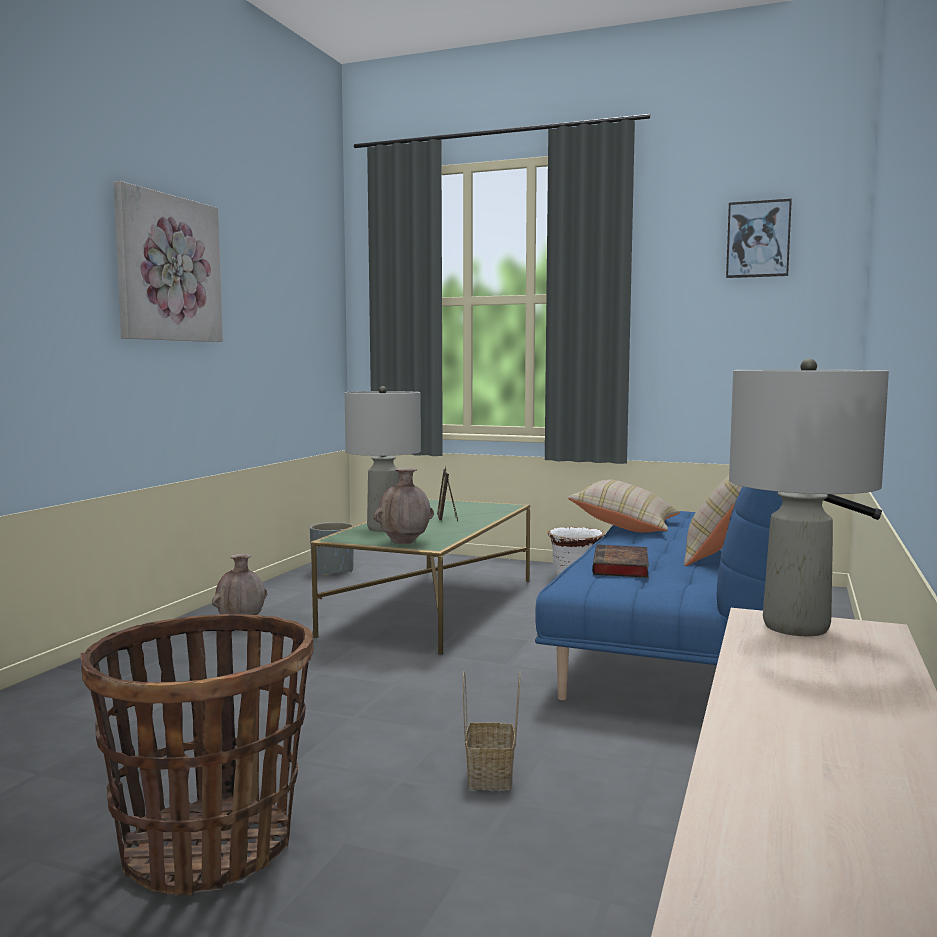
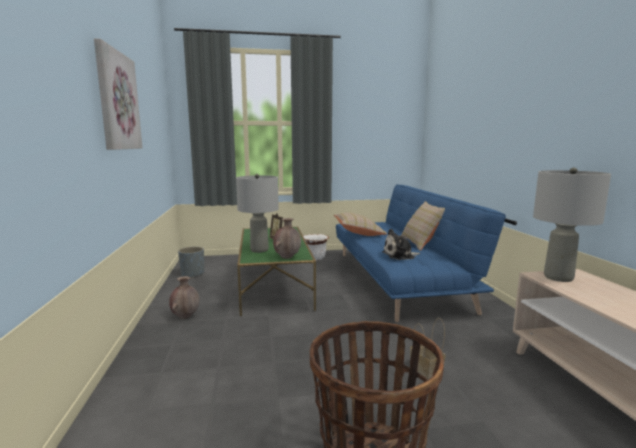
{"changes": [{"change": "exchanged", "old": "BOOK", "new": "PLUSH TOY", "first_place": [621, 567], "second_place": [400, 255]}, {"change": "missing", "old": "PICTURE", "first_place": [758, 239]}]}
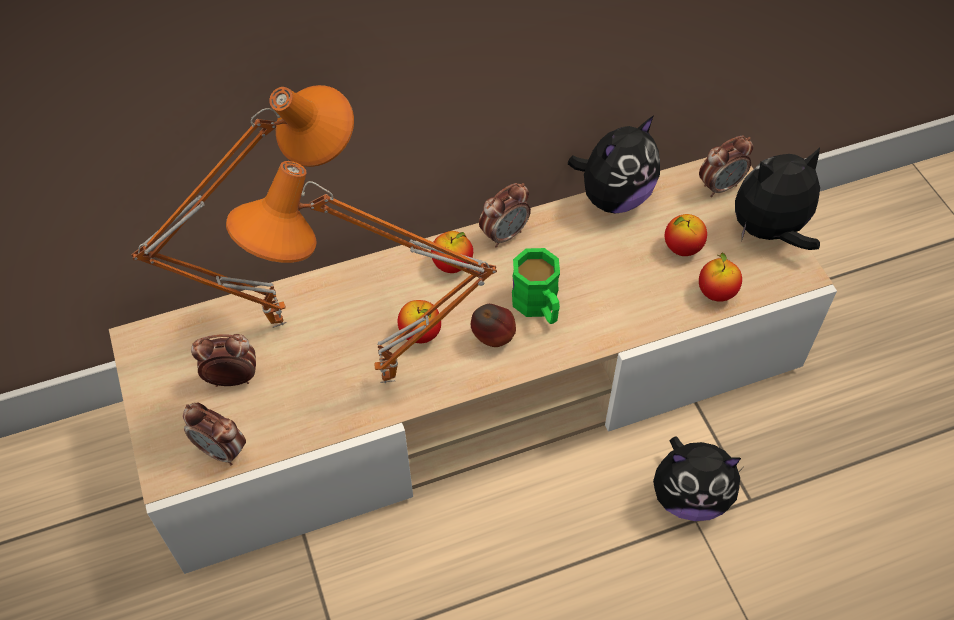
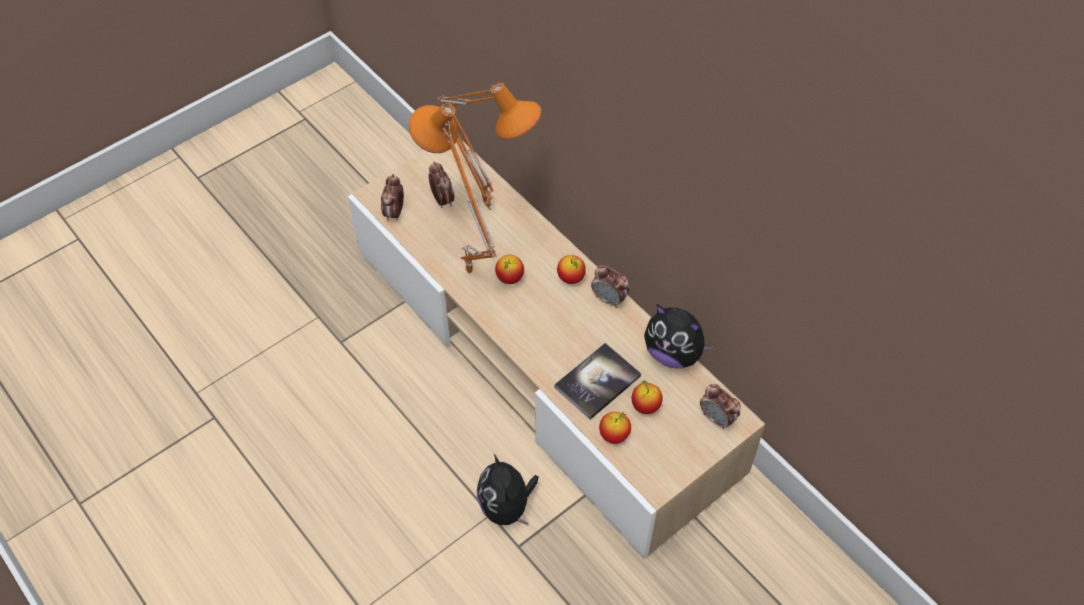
{"changes": [{"change": "appeared", "new": "BOOK", "second_place": [597, 382]}, {"change": "missing", "old": "APPLE", "first_place": [493, 339]}, {"change": "missing", "old": "GREEN MUG", "first_place": [539, 306]}, {"change": "missing", "old": "PLUSH TOY", "first_place": [769, 232]}]}
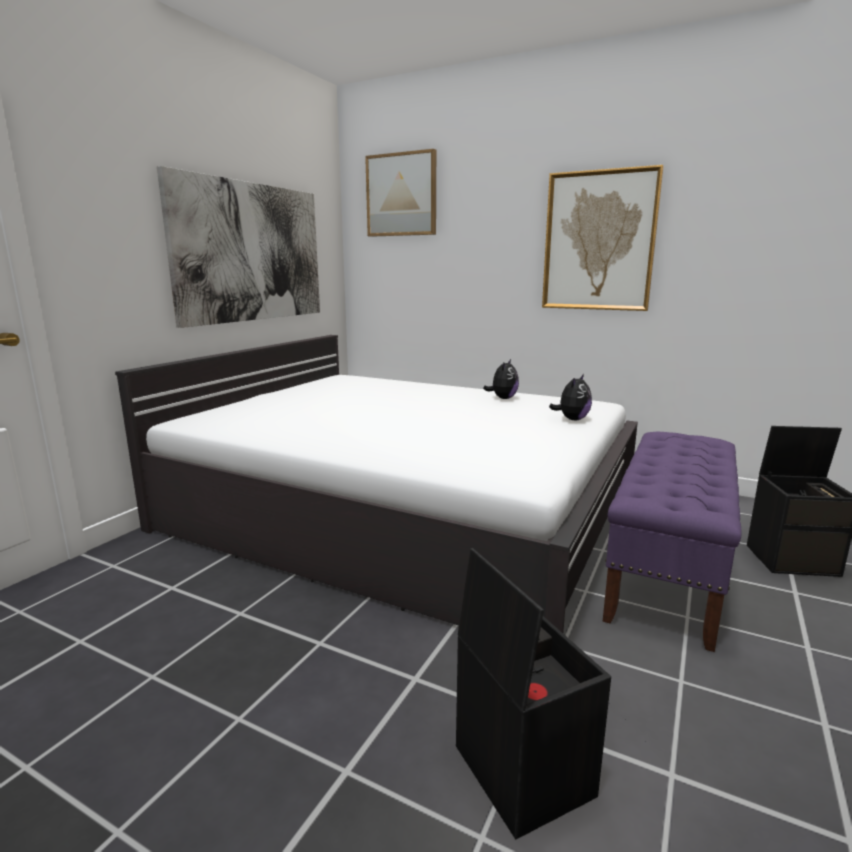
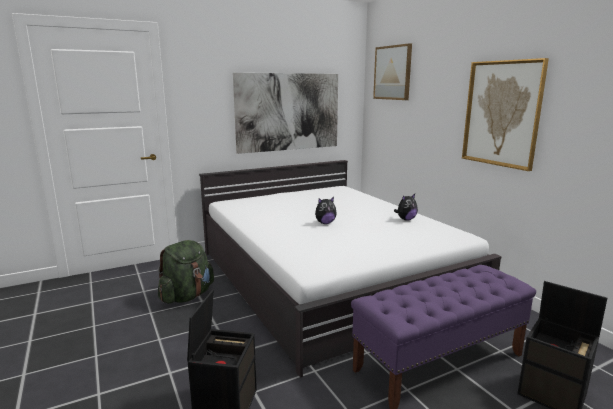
{"changes": [{"change": "appeared", "new": "GREEN BACKPACK", "second_place": [187, 296]}, {"change": "relocated", "old": "PLUSH TOY", "first_place": [572, 419], "second_place": [325, 223]}]}
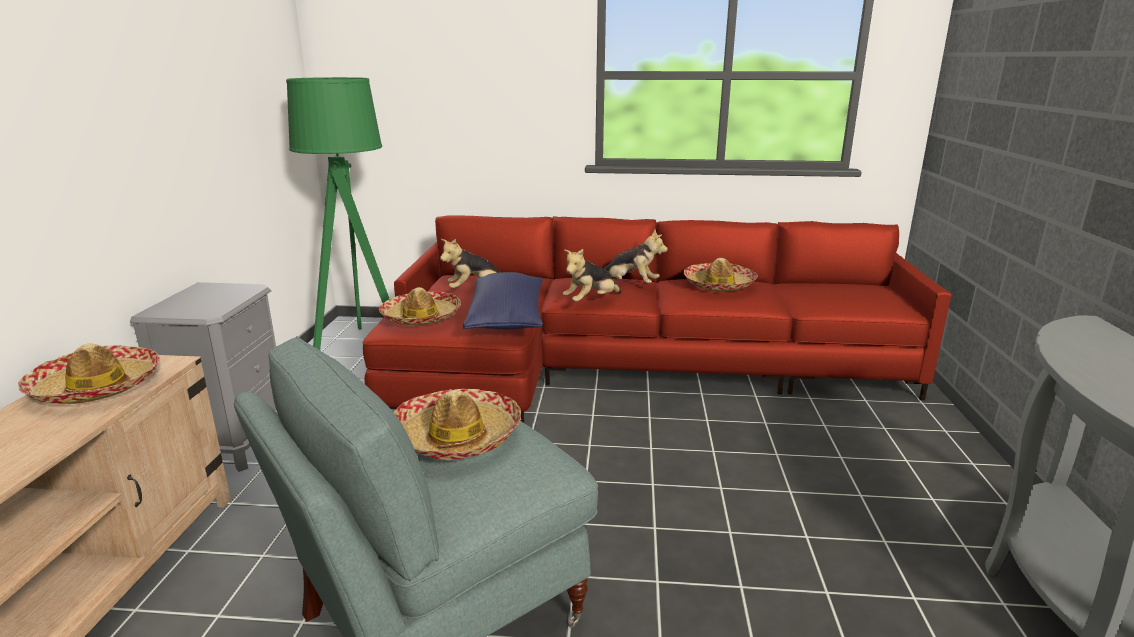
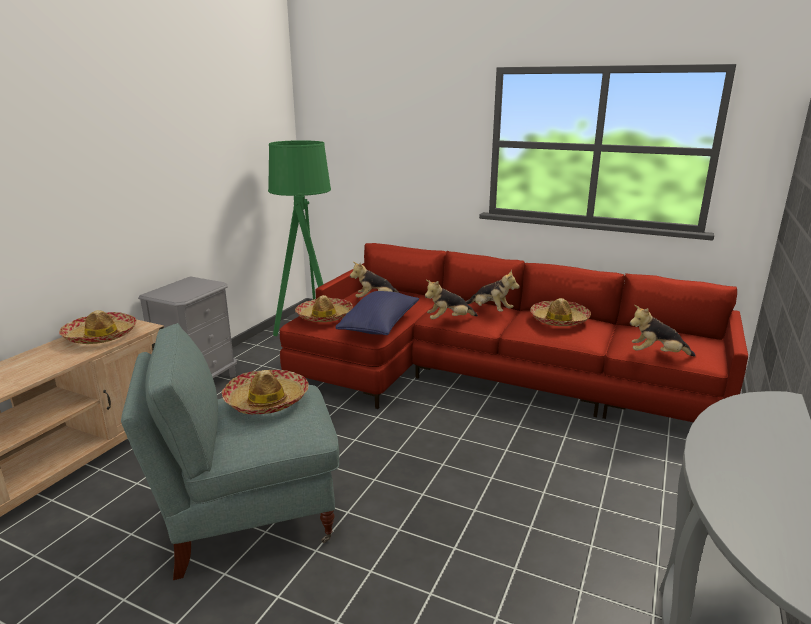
{"changes": [{"change": "appeared", "new": "PLUSH TOY", "second_place": [656, 355]}]}
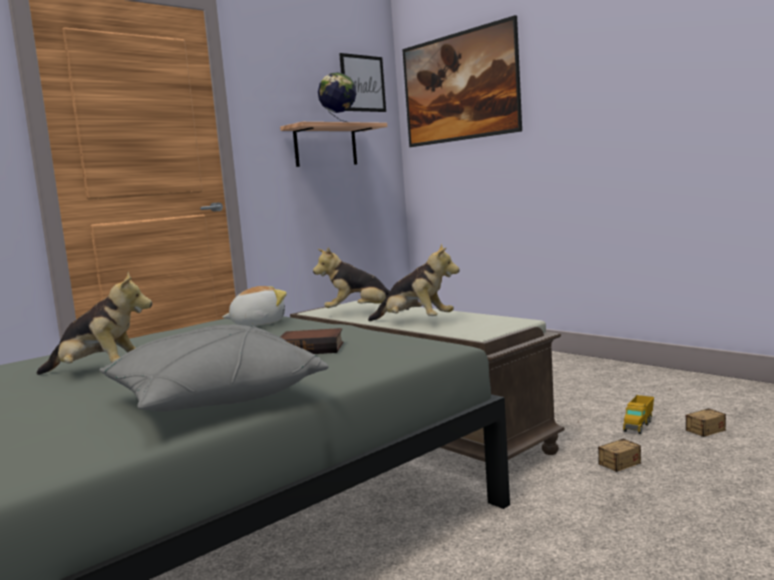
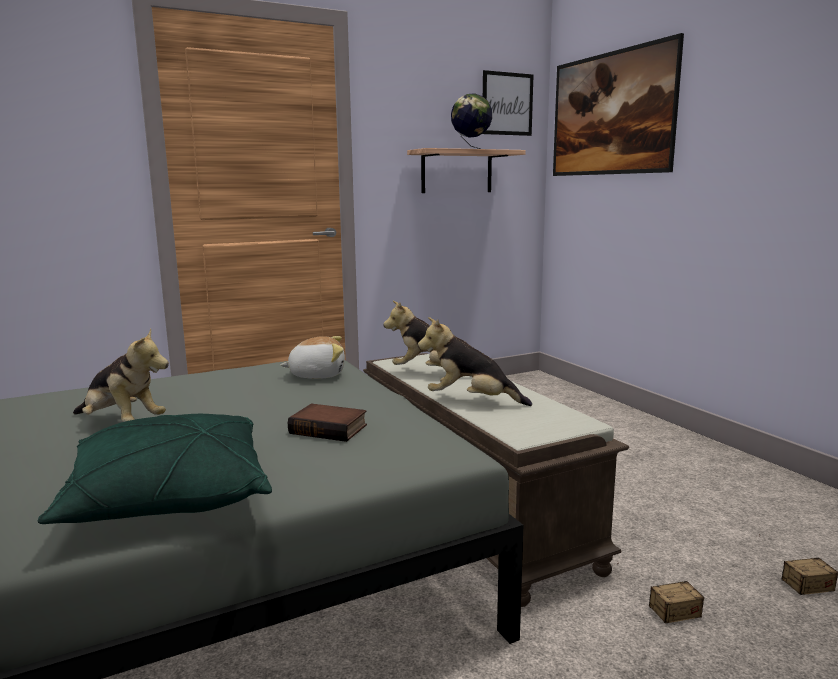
{"changes": [{"change": "colour", "old": "GREY PILLOW", "new": "GREEN PILLOW", "first_place": [212, 401], "second_place": [169, 497]}, {"change": "spun", "old": "PLUSH TOY", "first_place": [415, 322], "second_place": [471, 401], "degrees": 150}, {"change": "missing", "old": "TOY TRUCK", "first_place": [638, 425]}]}
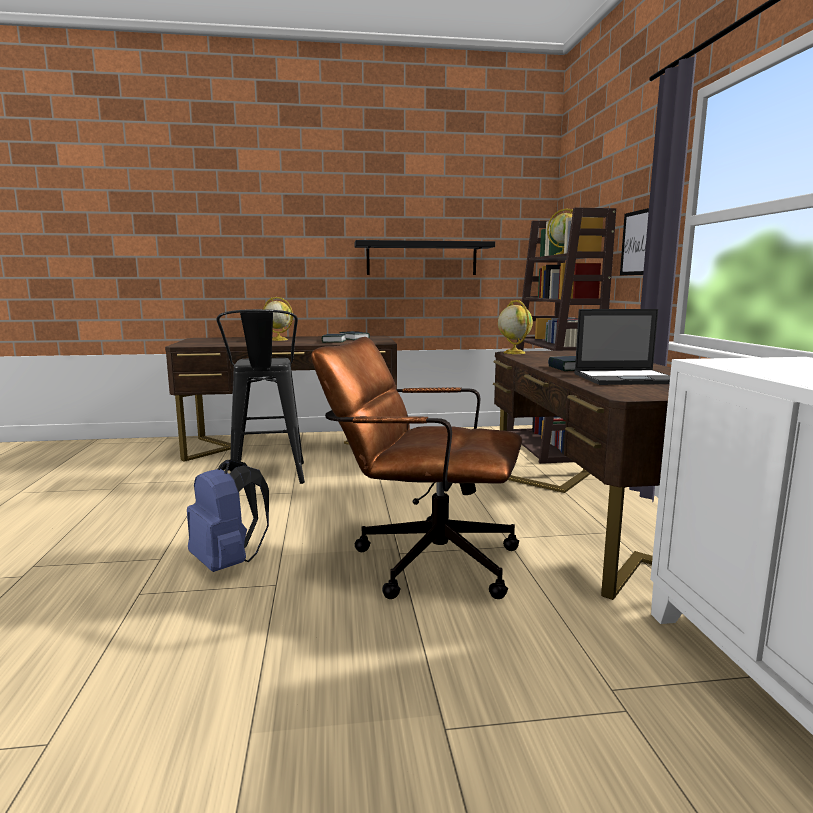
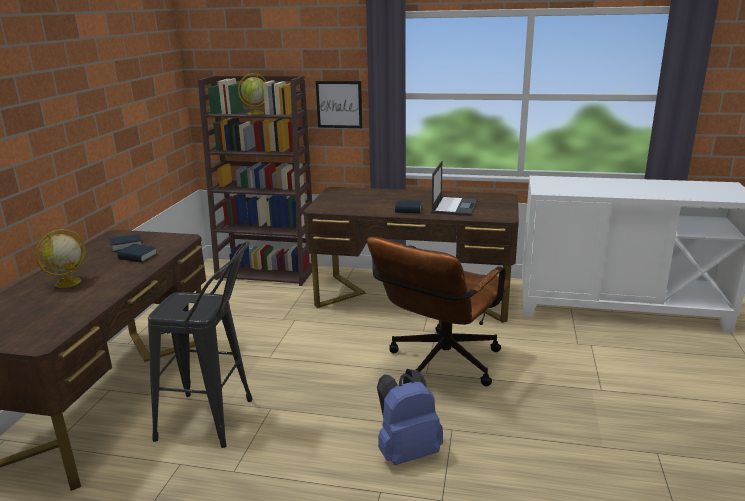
{"changes": [{"change": "missing", "old": "BLACK SHELF", "first_place": [421, 258]}, {"change": "missing", "old": "GLOBE", "first_place": [513, 353]}]}
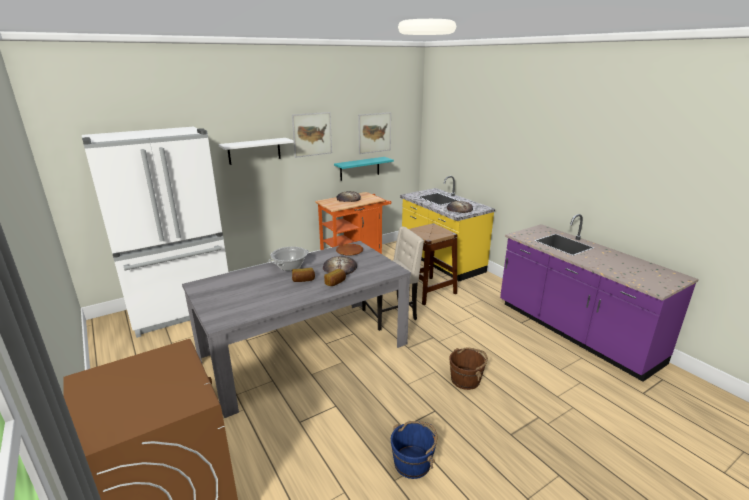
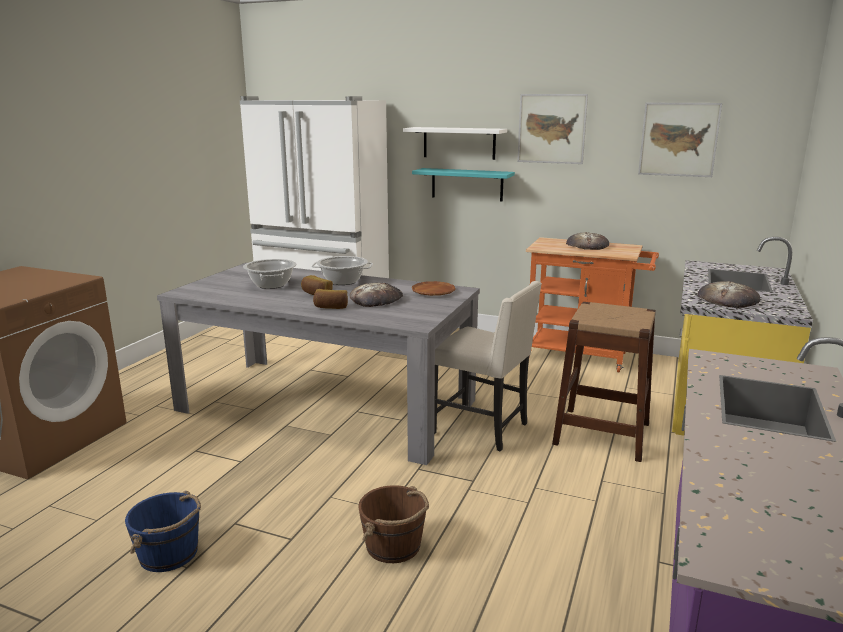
{"changes": [{"change": "appeared", "new": "COOKING POT", "second_place": [271, 285]}, {"change": "relocated", "old": "TURQUOISE SHELF", "first_place": [360, 168], "second_place": [467, 184]}]}
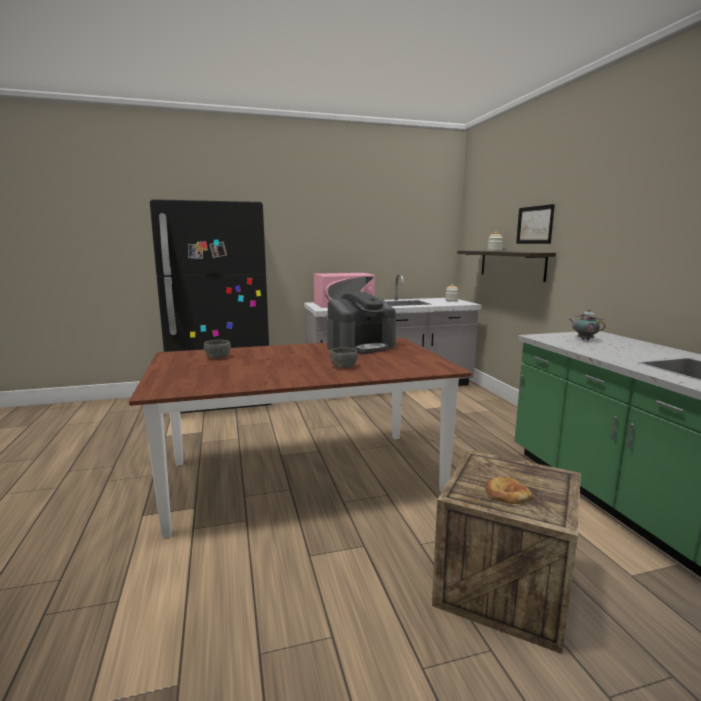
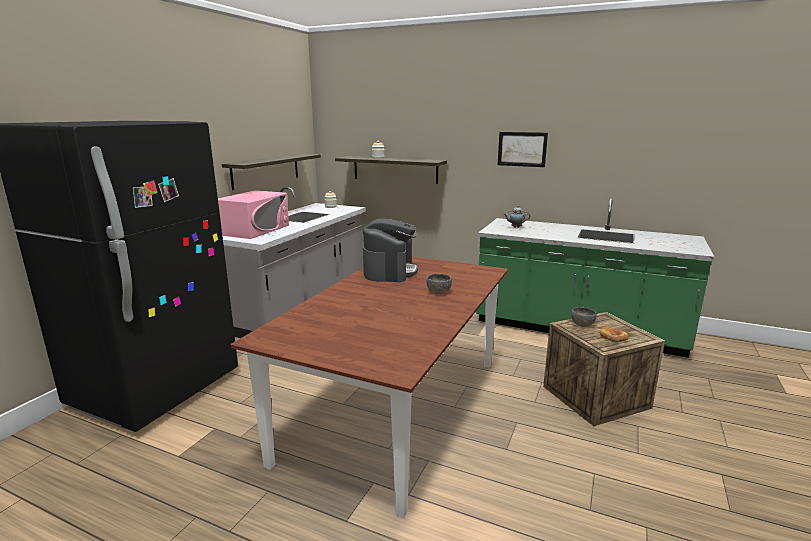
{"changes": [{"change": "appeared", "new": "SHELF", "second_place": [266, 170]}, {"change": "relocated", "old": "PICTURE", "first_place": [534, 225], "second_place": [522, 149]}, {"change": "relocated", "old": "GREY BOWL", "first_place": [218, 357], "second_place": [582, 324]}]}
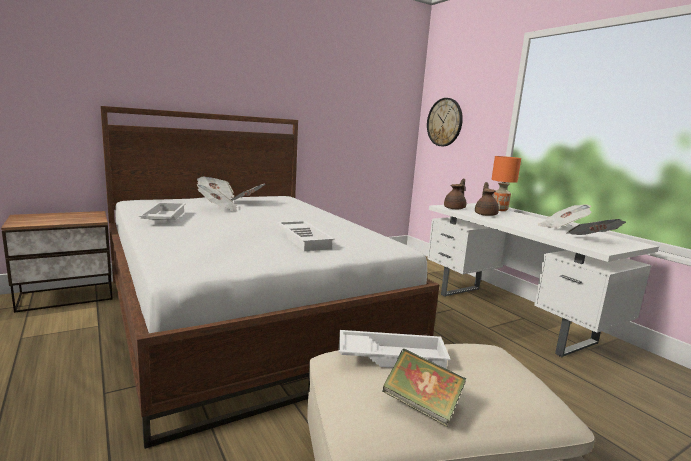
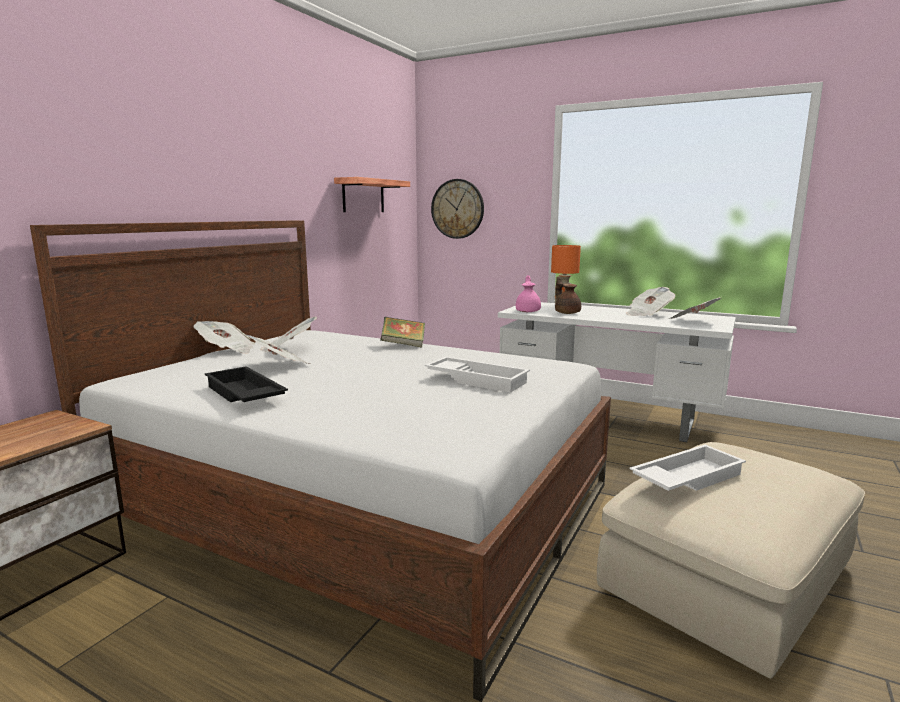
{"changes": [{"change": "colour", "old": "WHITE TRAY", "new": "BLACK TRAY", "first_place": [163, 218], "second_place": [243, 395]}, {"change": "appeared", "new": "SHELF", "second_place": [363, 196]}, {"change": "relocated", "old": "BOOK", "first_place": [421, 405], "second_place": [403, 345]}, {"change": "colour", "old": "BROWN TEAPOT", "new": "PINK TEAPOT", "first_place": [455, 208], "second_place": [528, 311]}]}
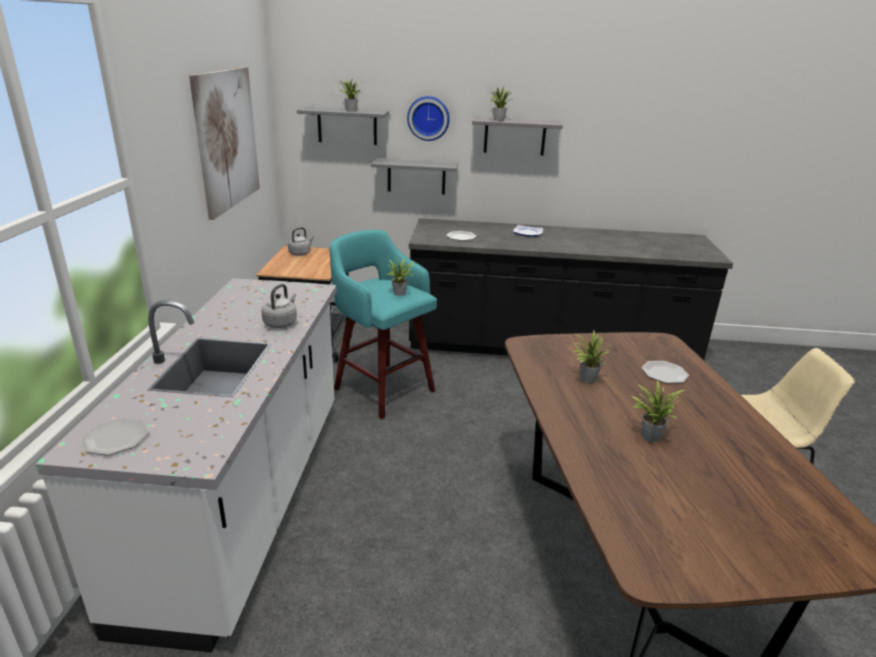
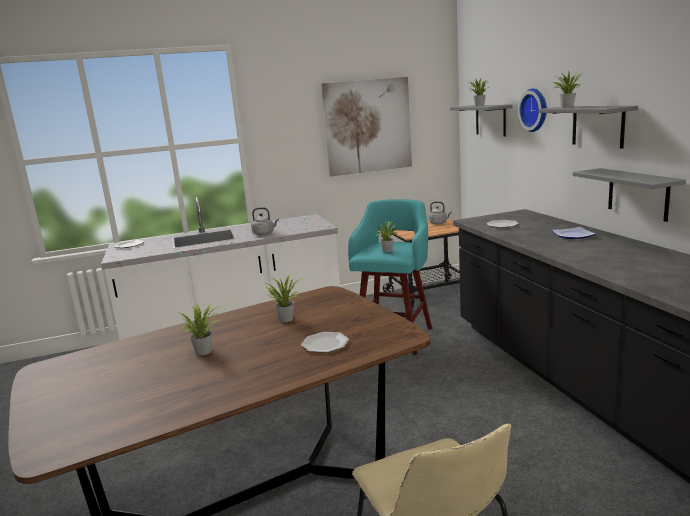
{"changes": [{"change": "relocated", "old": "GREY SHELF", "first_place": [416, 176], "second_place": [638, 194]}]}
